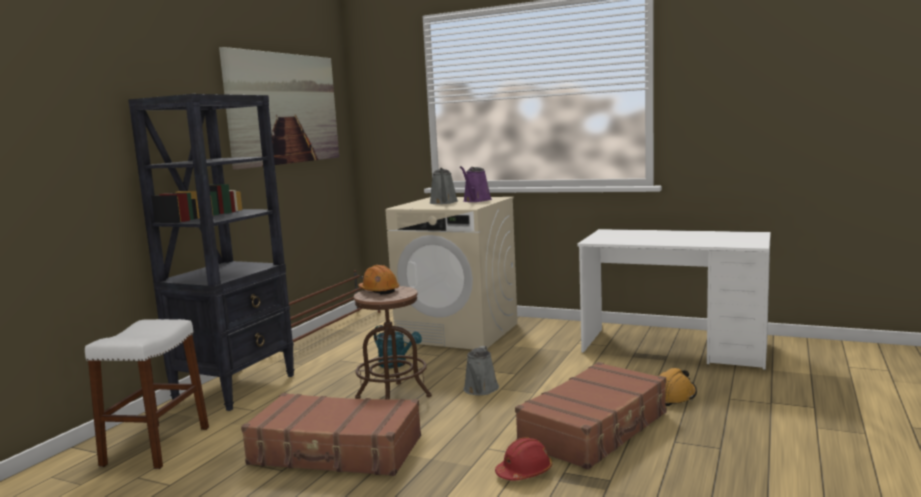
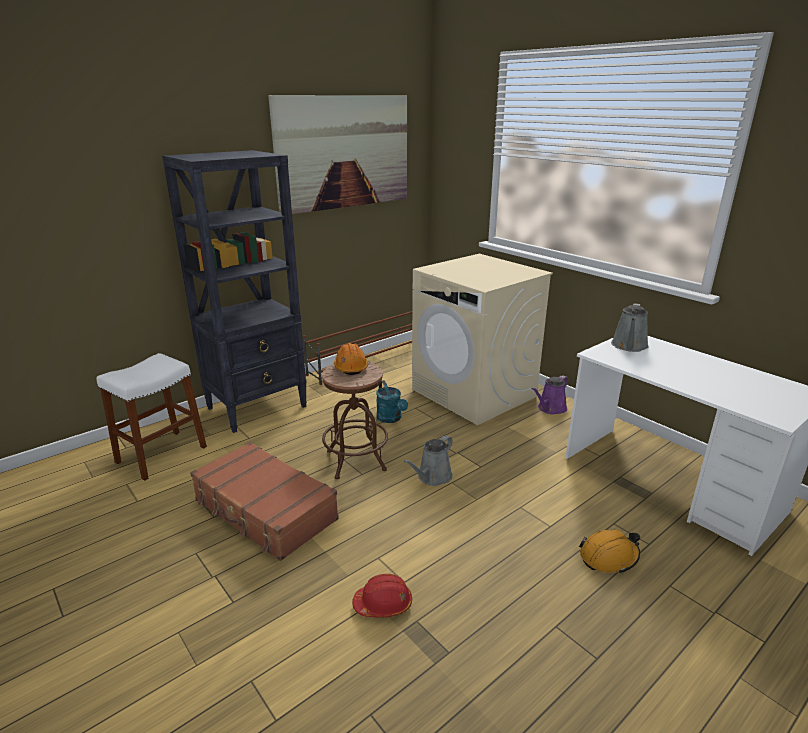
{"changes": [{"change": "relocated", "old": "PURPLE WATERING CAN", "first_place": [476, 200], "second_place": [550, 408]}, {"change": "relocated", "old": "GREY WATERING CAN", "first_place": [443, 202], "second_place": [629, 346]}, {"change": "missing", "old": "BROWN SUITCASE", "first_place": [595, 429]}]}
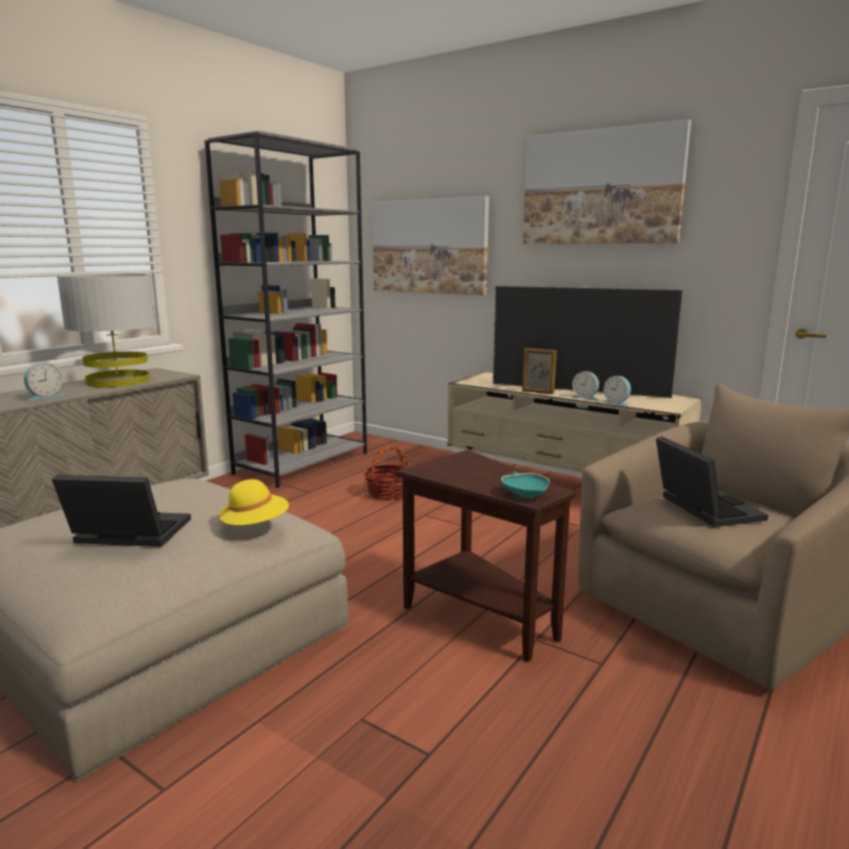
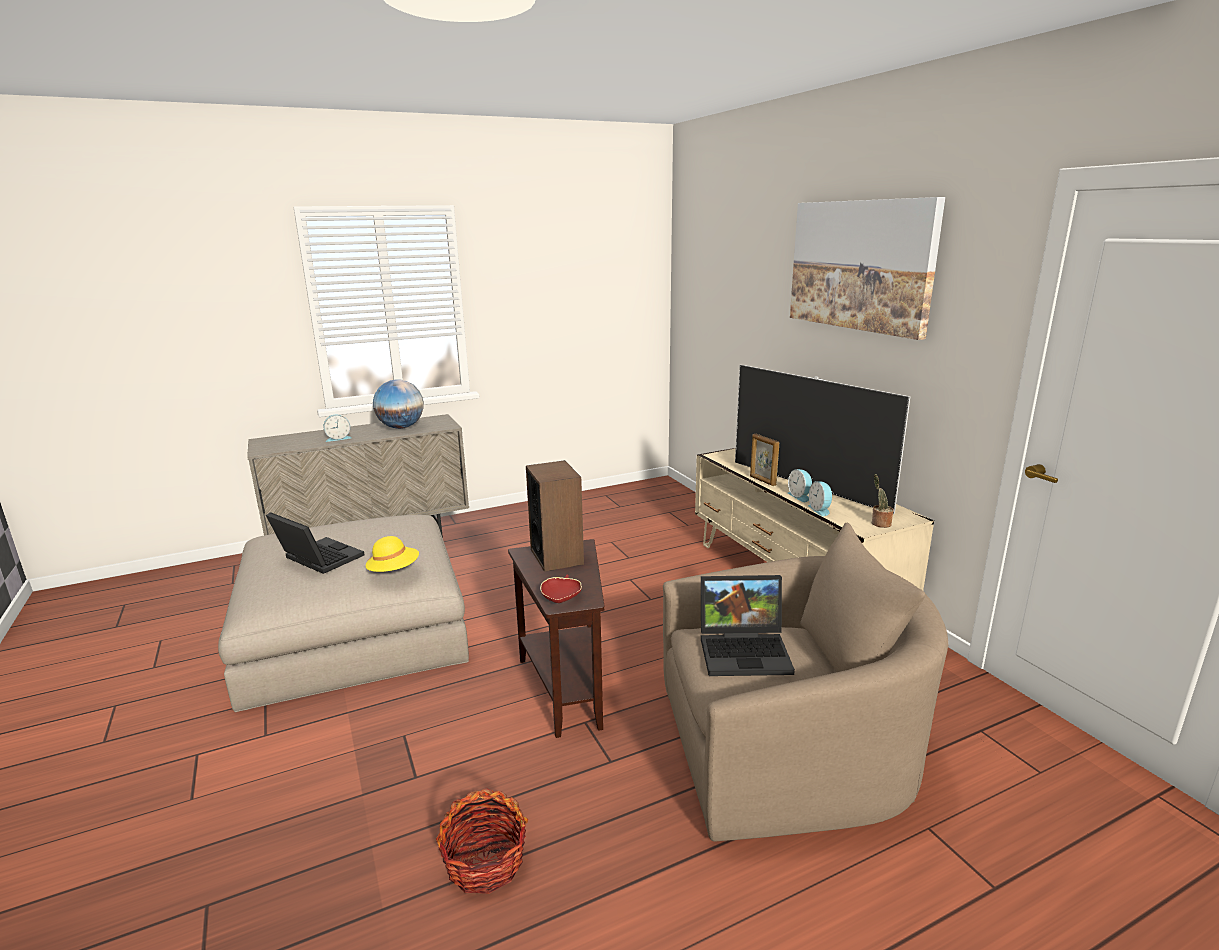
{"changes": [{"change": "exchanged", "old": "GREY TABLE LAMP", "new": "GLOBE", "first_place": [117, 381], "second_place": [401, 427]}, {"change": "relocated", "old": "BASKET", "first_place": [388, 493], "second_place": [485, 862]}, {"change": "appeared", "new": "SPEAKER", "second_place": [557, 556]}, {"change": "colour", "old": "TURQUOISE BOWL", "new": "RED BOWL", "first_place": [525, 494], "second_place": [561, 598]}, {"change": "spun", "old": "LAPTOP", "first_place": [702, 508], "second_place": [746, 650], "degrees": 75}, {"change": "appeared", "new": "POTTED PLANT", "second_place": [879, 523]}, {"change": "missing", "old": "GREY BOOKCASE", "first_place": [302, 463]}, {"change": "missing", "old": "PICTURE", "first_place": [429, 246]}]}
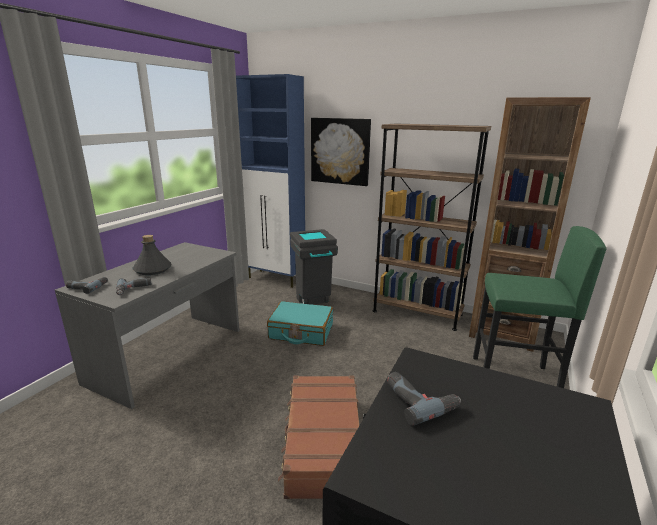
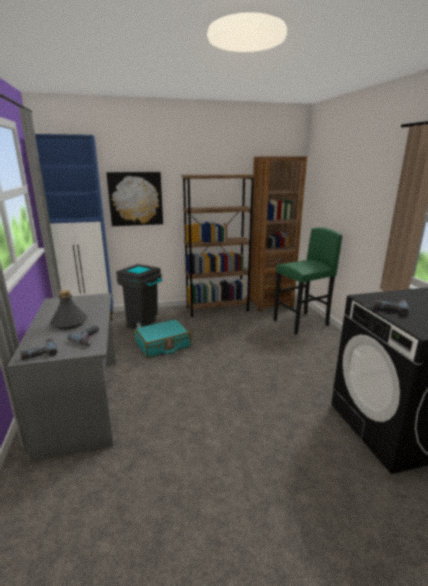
{"changes": [{"change": "missing", "old": "BROWN SUITCASE", "first_place": [322, 442]}]}
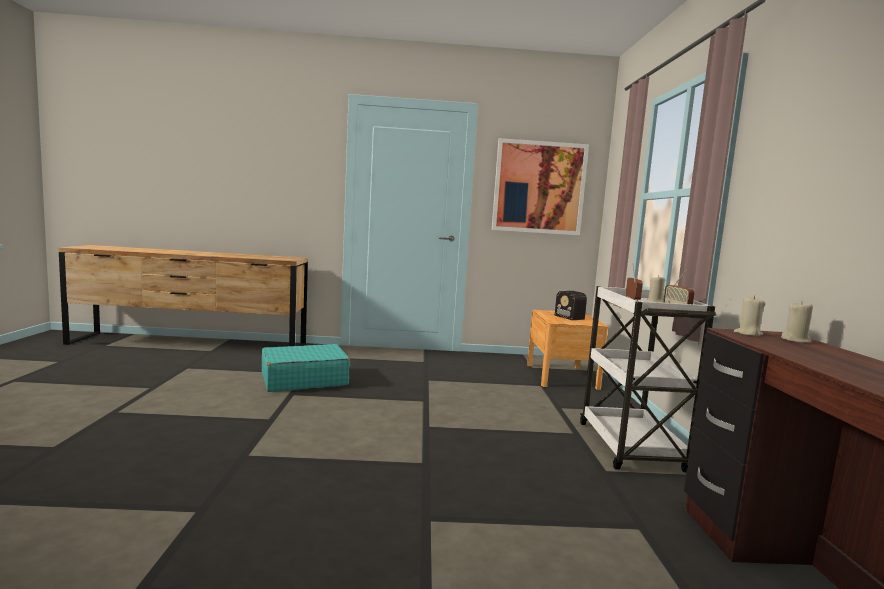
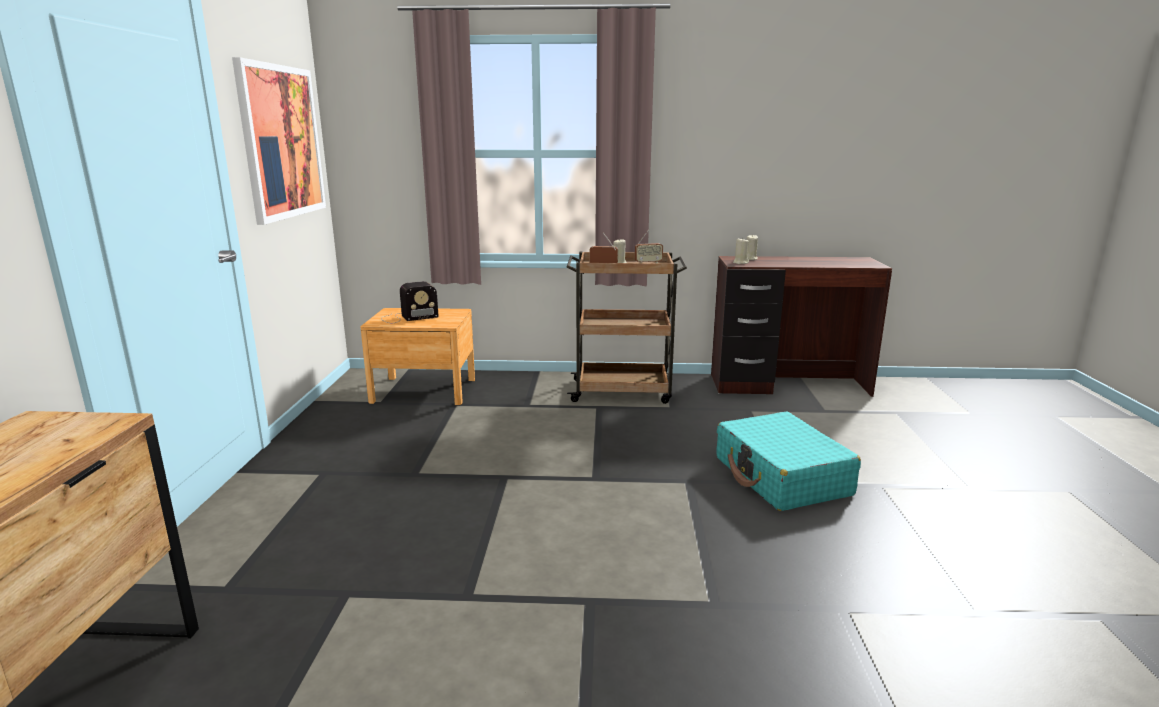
{"changes": [{"change": "colour", "old": "WHITE CART", "new": "BROWN CART", "first_place": [631, 448], "second_place": [623, 391]}, {"change": "relocated", "old": "TURQUOISE SUITCASE", "first_place": [304, 380], "second_place": [781, 476]}]}
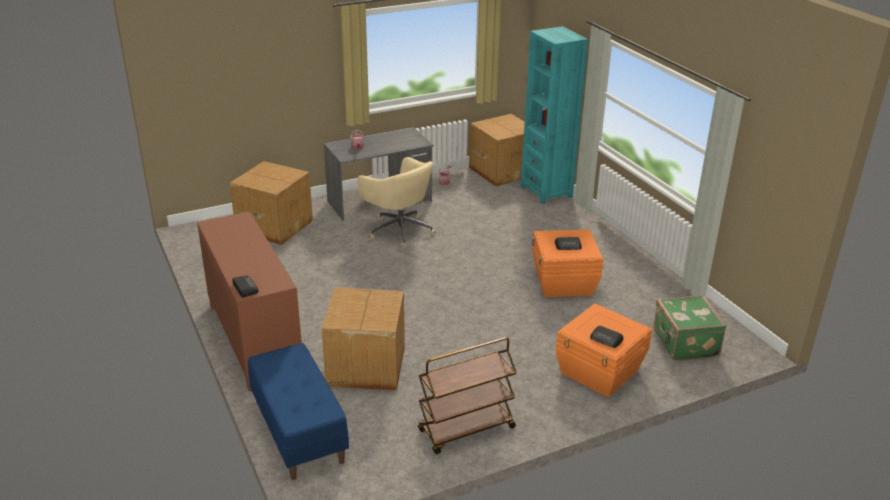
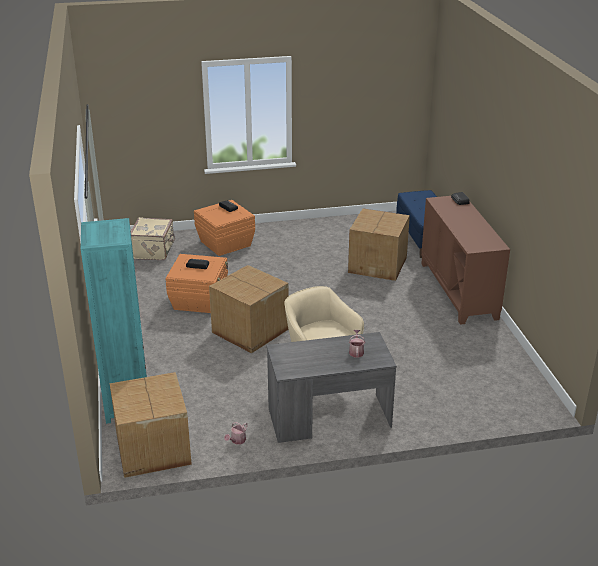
{"changes": [{"change": "colour", "old": "GREEN SUITCASE", "new": "BEIGE SUITCASE", "first_place": [684, 344], "second_place": [154, 250]}, {"change": "relocated", "old": "CARDBOARD BOX", "first_place": [274, 225], "second_place": [250, 331]}, {"change": "missing", "old": "BROWN CART", "first_place": [466, 430]}]}
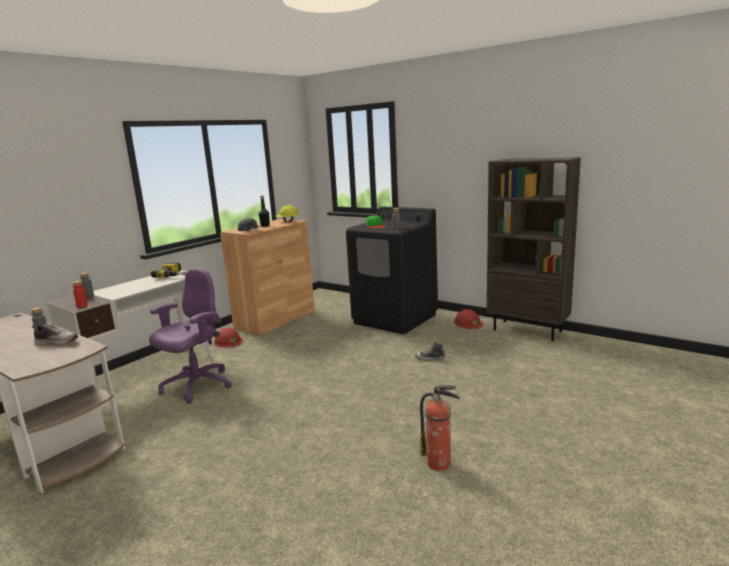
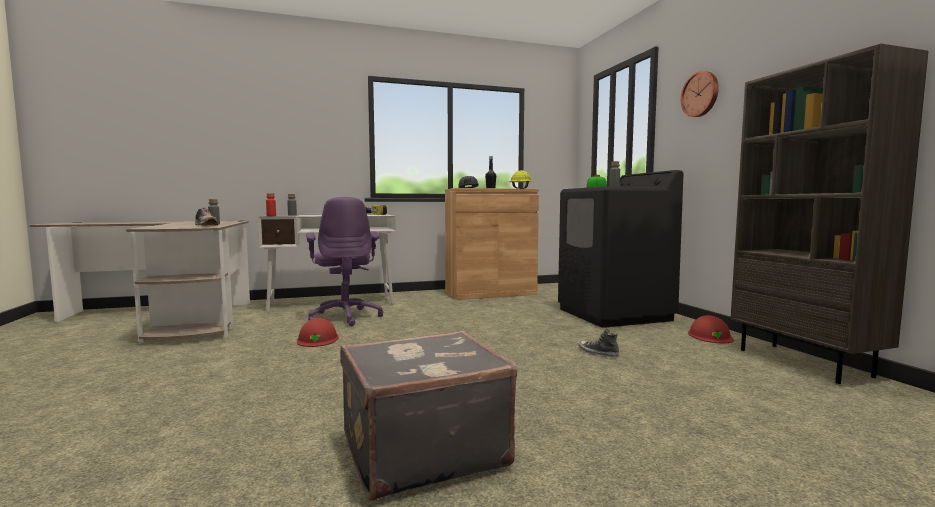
{"changes": [{"change": "relocated", "old": "RED HARD HAT", "first_place": [228, 341], "second_place": [317, 339]}, {"change": "spun", "old": "PURPLE OFFICE CHAIR", "first_place": [196, 386], "second_place": [345, 317], "degrees": 90}, {"change": "exchanged", "old": "FIRE EXTINGUISHER", "new": "GREY SUITCASE", "first_place": [440, 463], "second_place": [421, 450]}, {"change": "appeared", "new": "WALL CLOCK", "second_place": [701, 94]}]}
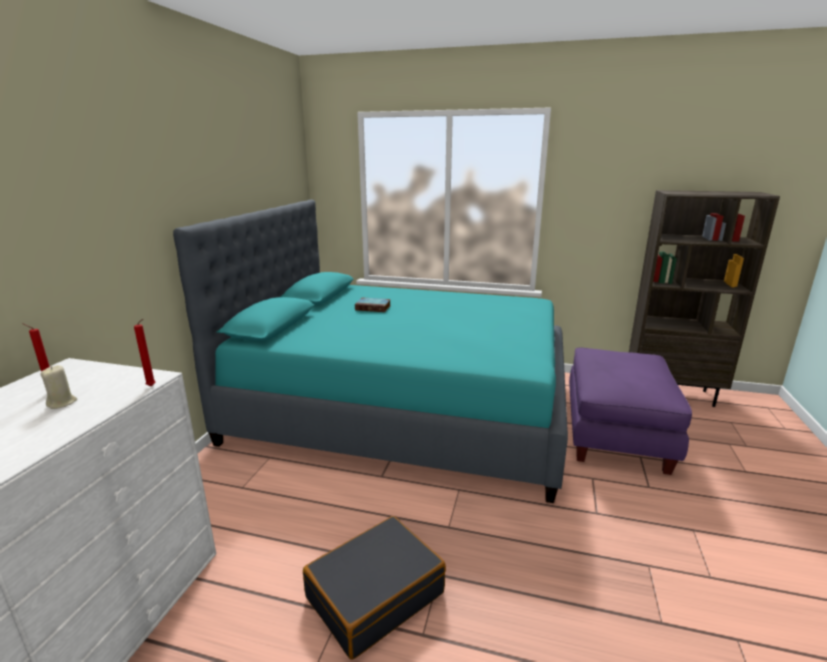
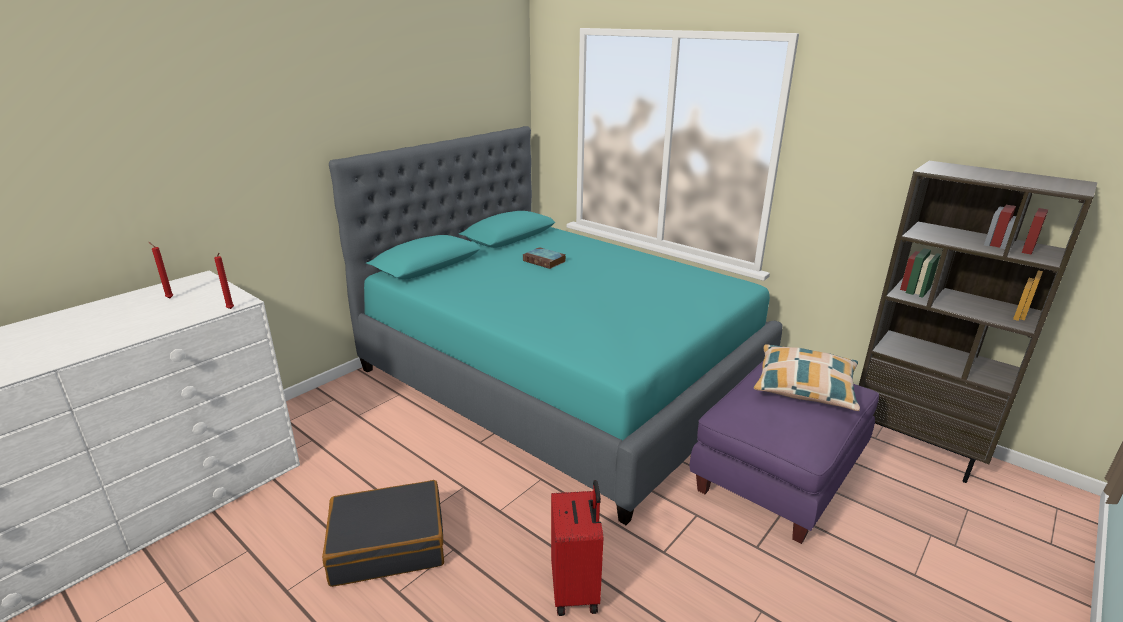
{"changes": [{"change": "appeared", "new": "RED SUITCASE", "second_place": [576, 589]}, {"change": "appeared", "new": "PILLOW", "second_place": [805, 386]}, {"change": "missing", "old": "BEIGE CANDLE", "first_place": [62, 403]}]}
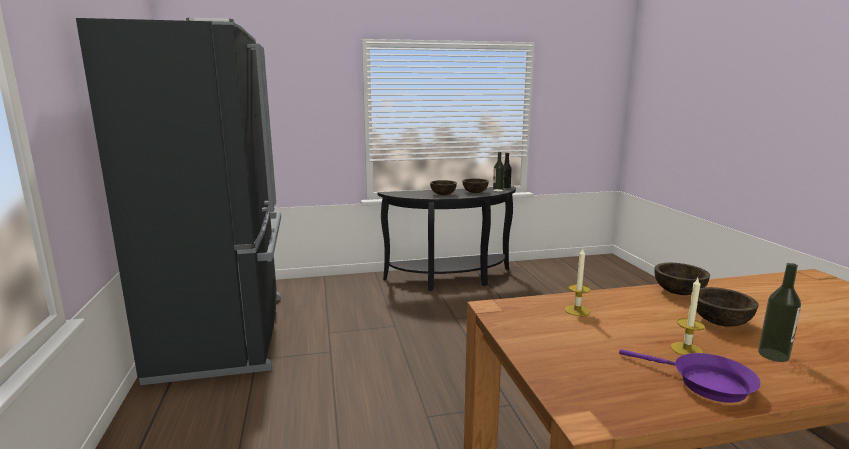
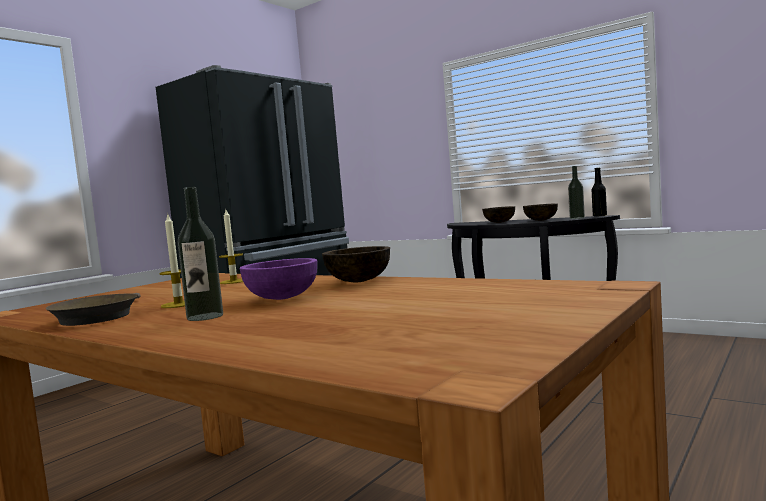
{"changes": [{"change": "colour", "old": "PURPLE FRYING PAN", "new": "BROWN FRYING PAN", "first_place": [705, 383], "second_place": [99, 317]}, {"change": "colour", "old": "BROWN BOWL", "new": "PURPLE BOWL", "first_place": [719, 322], "second_place": [282, 298]}]}
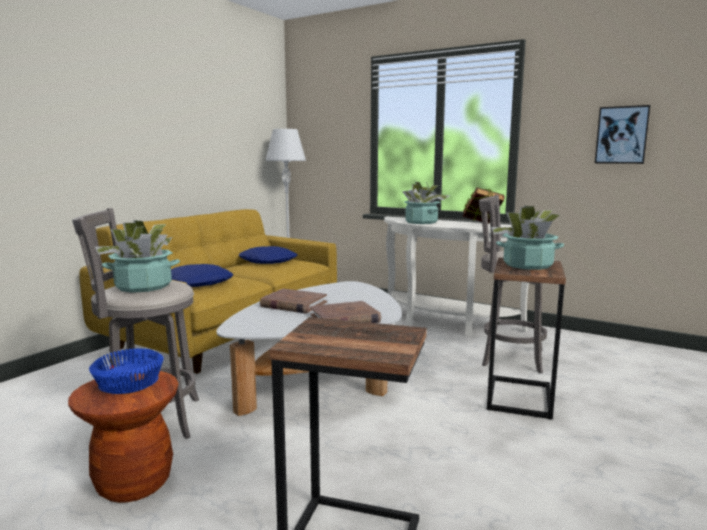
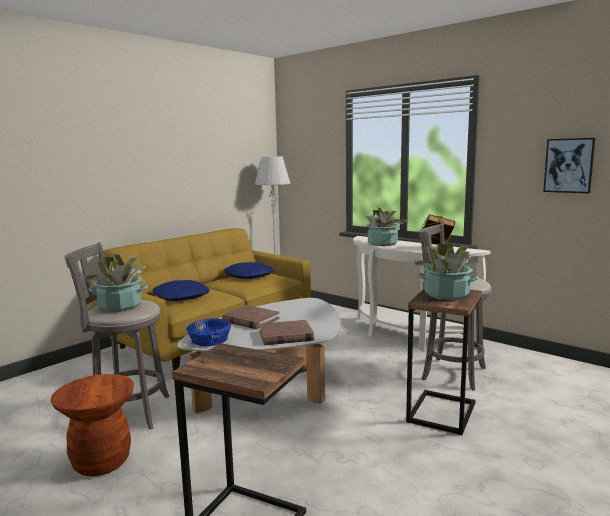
{"changes": [{"change": "relocated", "old": "BLUE BOWL", "first_place": [129, 382], "second_place": [209, 340]}]}
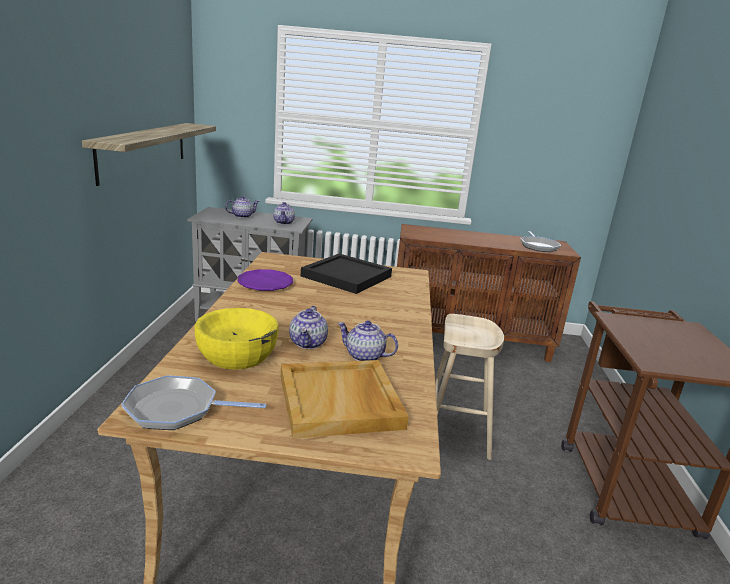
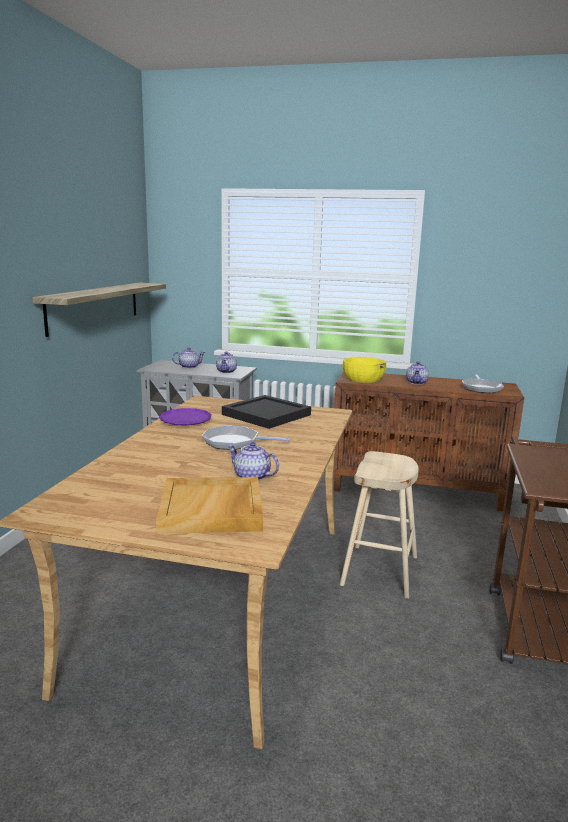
{"changes": [{"change": "relocated", "old": "FRYING PAN", "first_place": [177, 409], "second_place": [234, 442]}, {"change": "relocated", "old": "YELLOW BOWL", "first_place": [237, 355], "second_place": [363, 379]}, {"change": "relocated", "old": "TEAPOT", "first_place": [308, 343], "second_place": [416, 382]}]}
